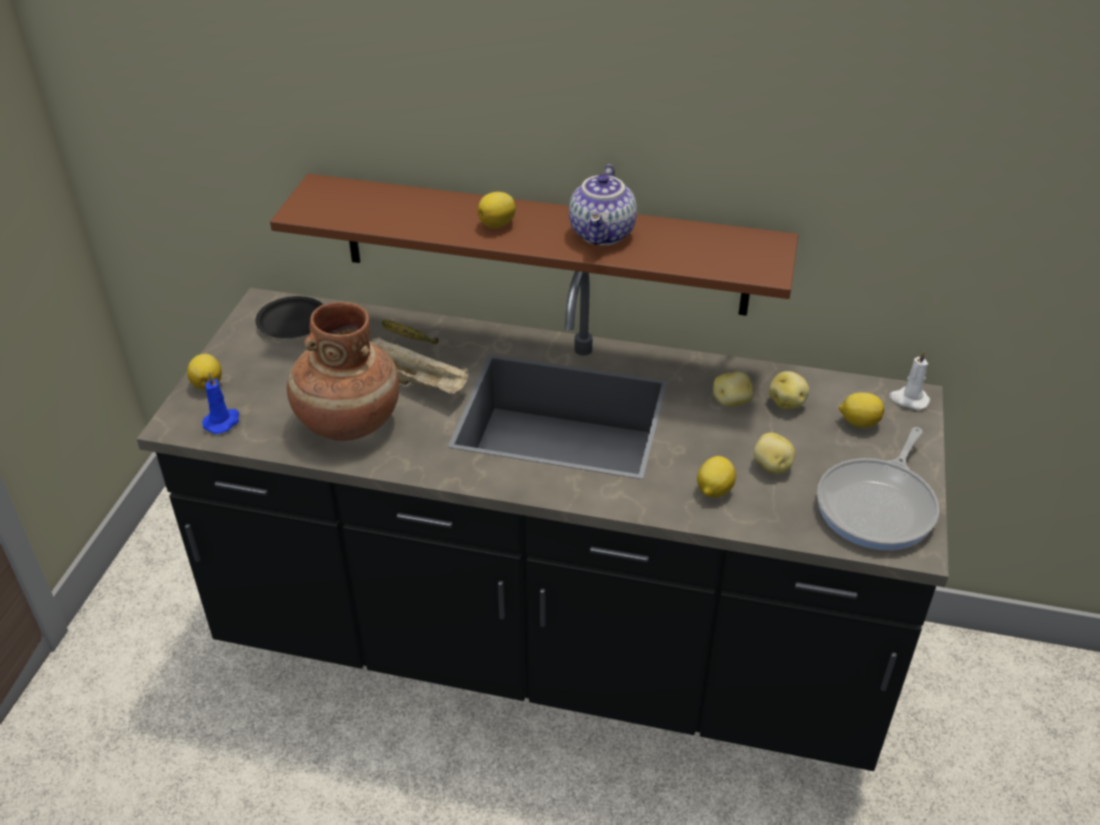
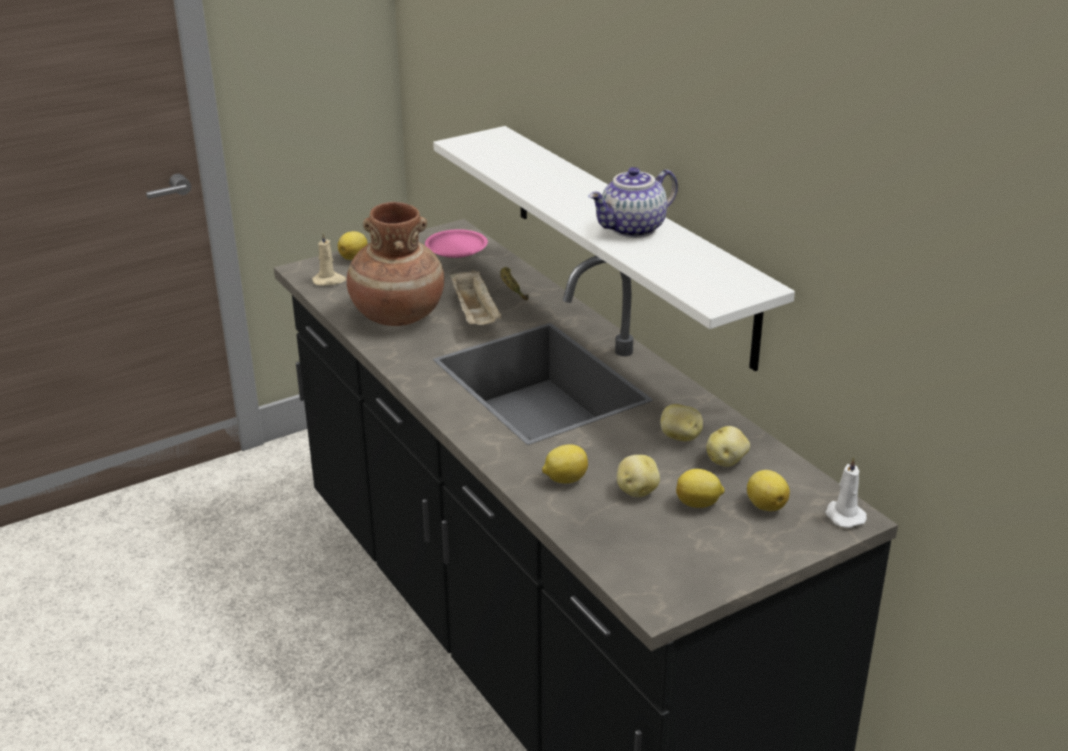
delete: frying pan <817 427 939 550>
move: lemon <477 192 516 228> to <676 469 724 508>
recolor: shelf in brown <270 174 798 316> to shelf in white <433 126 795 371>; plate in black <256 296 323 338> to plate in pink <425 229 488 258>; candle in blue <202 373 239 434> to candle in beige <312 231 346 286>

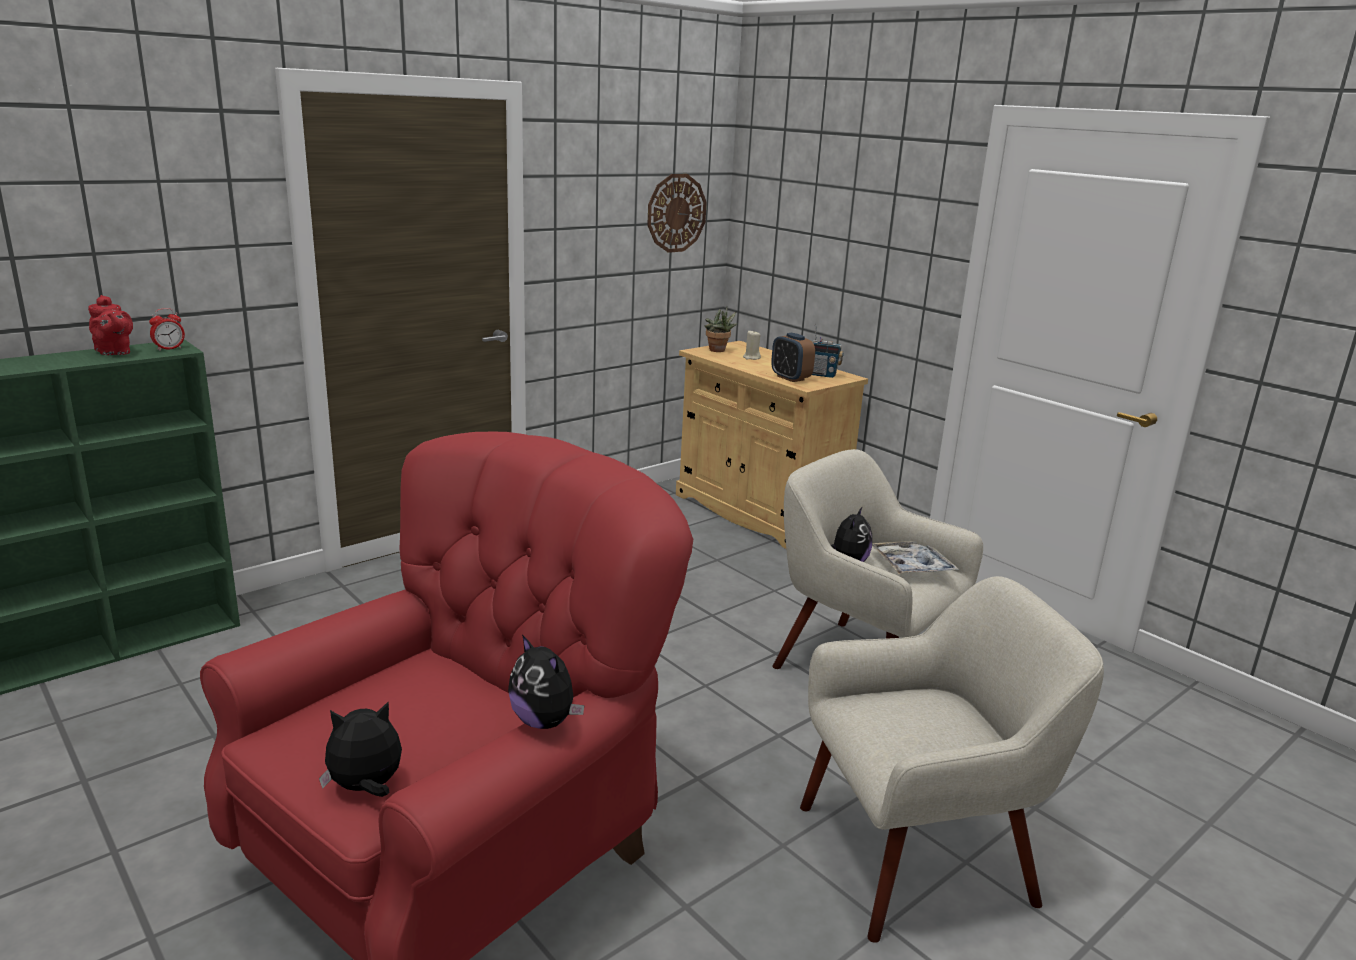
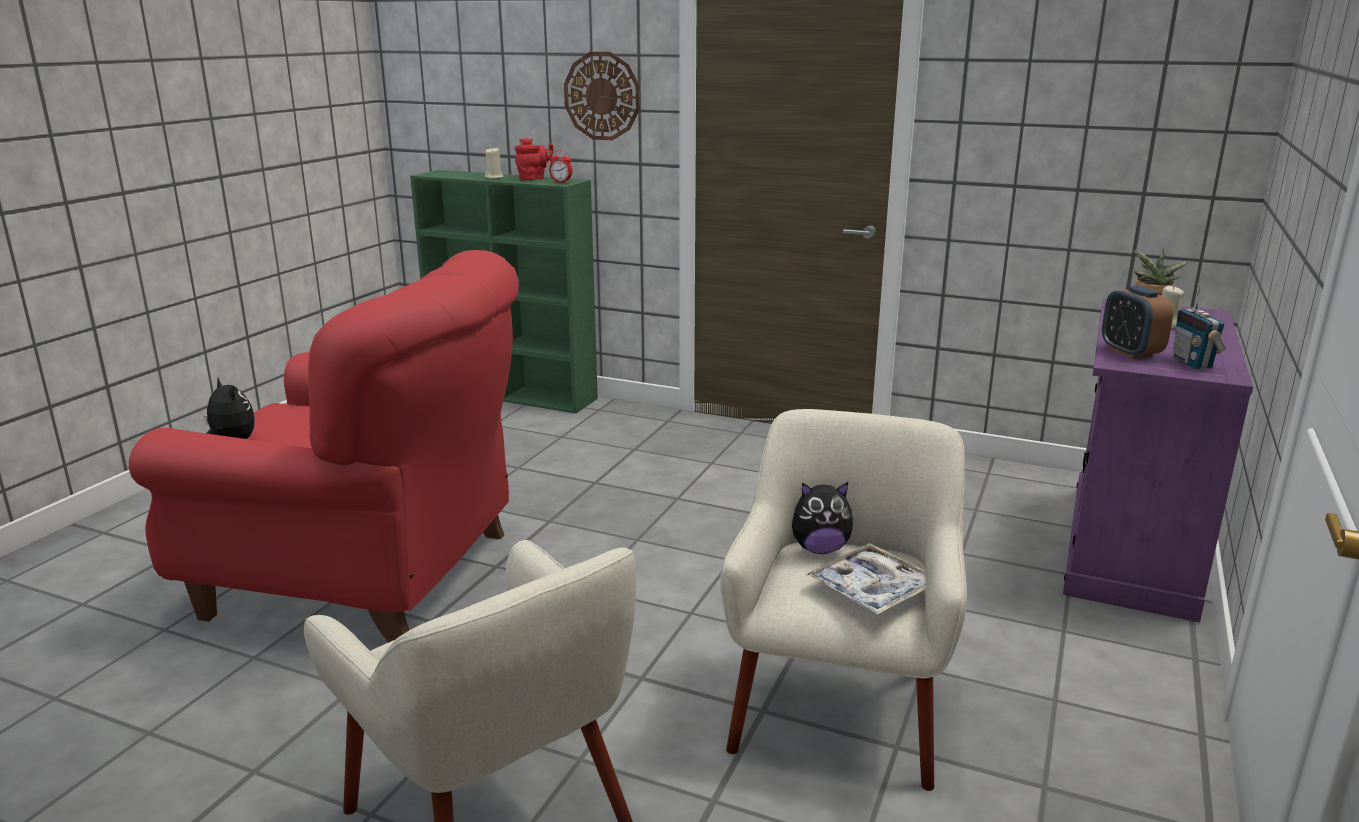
delete: plush toy <508 635 584 729>
insert: candle in beige <485 148 504 179>
move: wall clock <647 174 707 253> to <564 52 640 140>
recolor: cabinet in beige <676 341 868 549> to cabinet in purple <1063 299 1253 622>
rotate: teapot in red <88 295 133 355> = <515 137 554 180> 150 degrees counterclockwise; alarm clock <771 333 815 382> = <1102 285 1173 359> 45 degrees counterclockwise

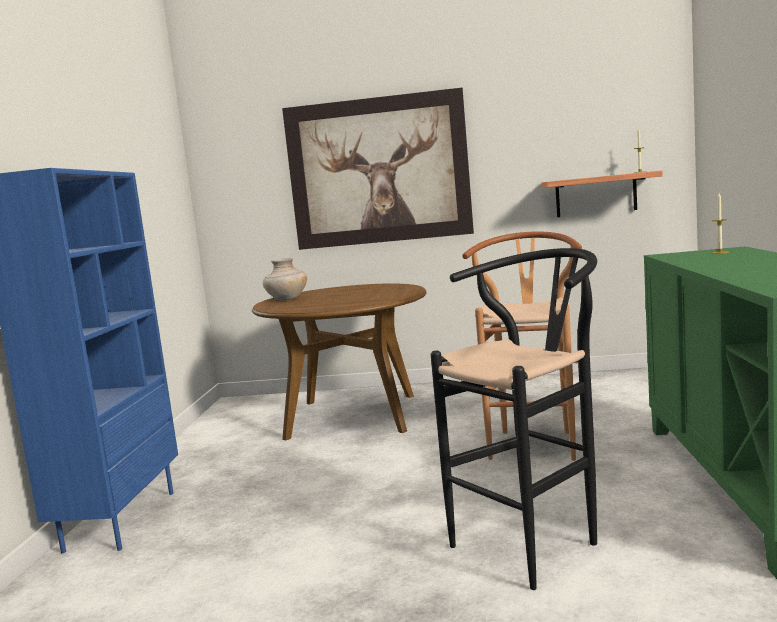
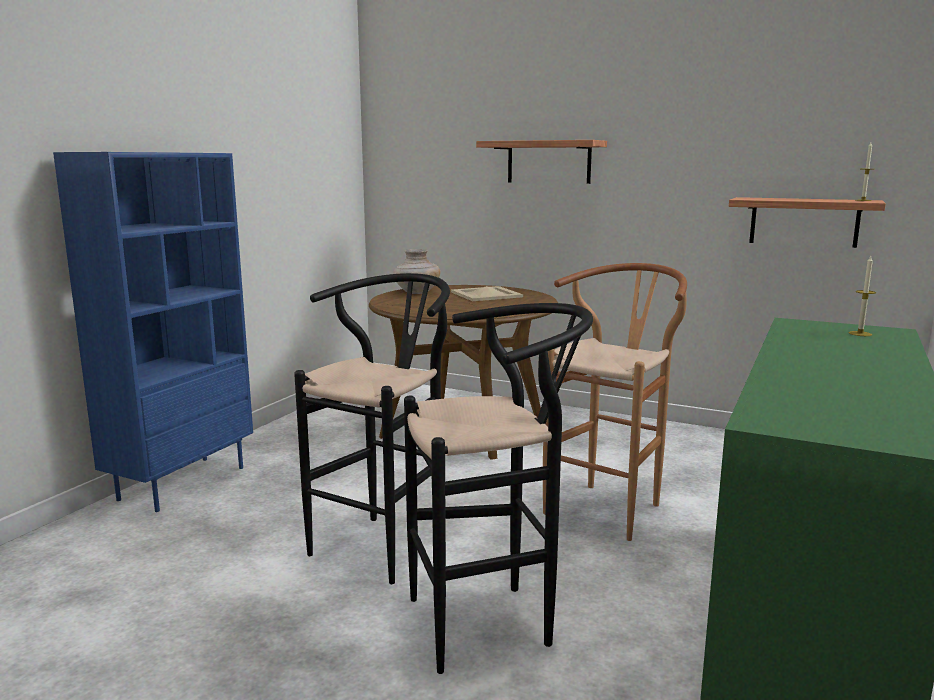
insert: stool in black <294 273 450 584>; tray in beige <451 286 523 301>
replace: picture <282 88 474 250> to shelf <476 140 607 184>

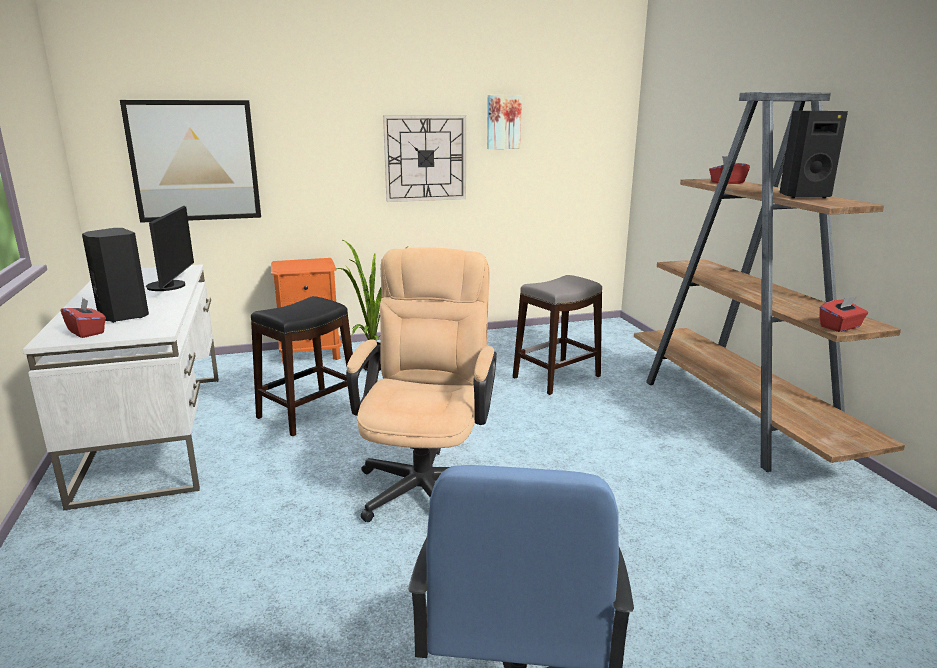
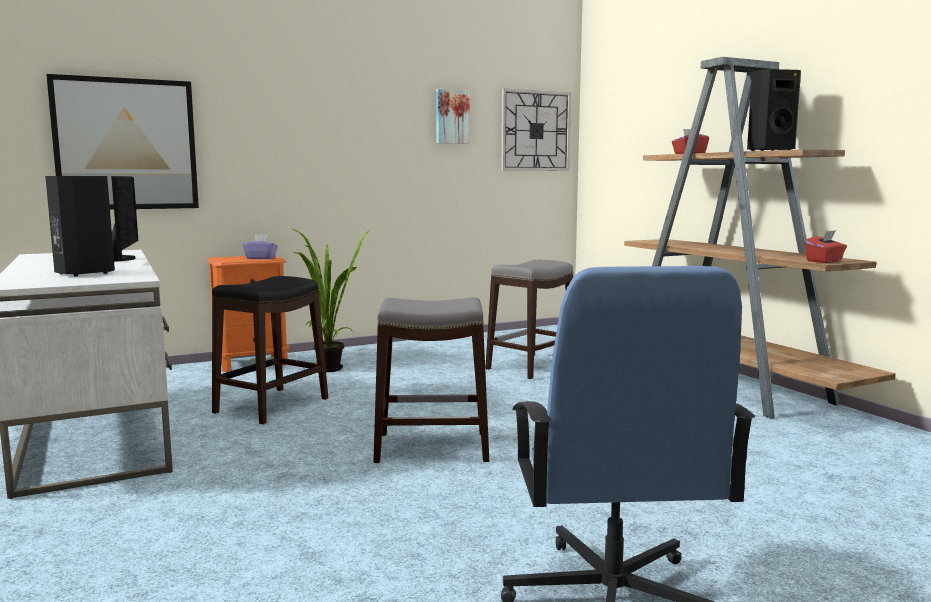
delete: tissue box in red <61 298 106 338>
insert: tissue box in purple <242 235 278 259>
move: wall clock <383 115 466 202> to <501 88 571 171>
replace: office chair in beige <346 247 497 522> to stool in grey <373 297 489 463>

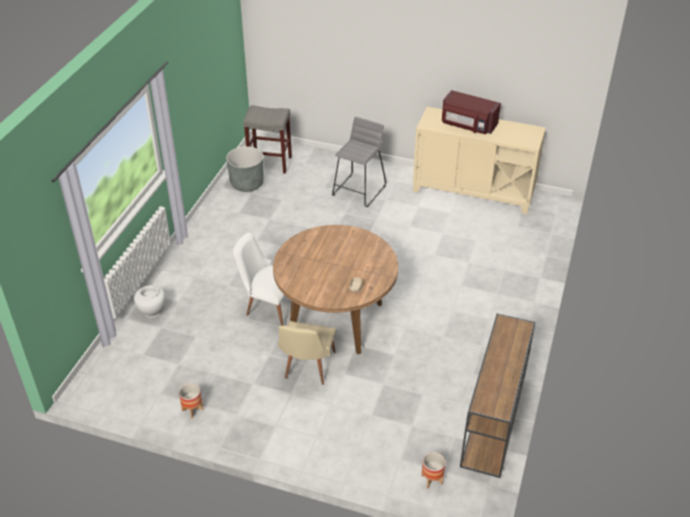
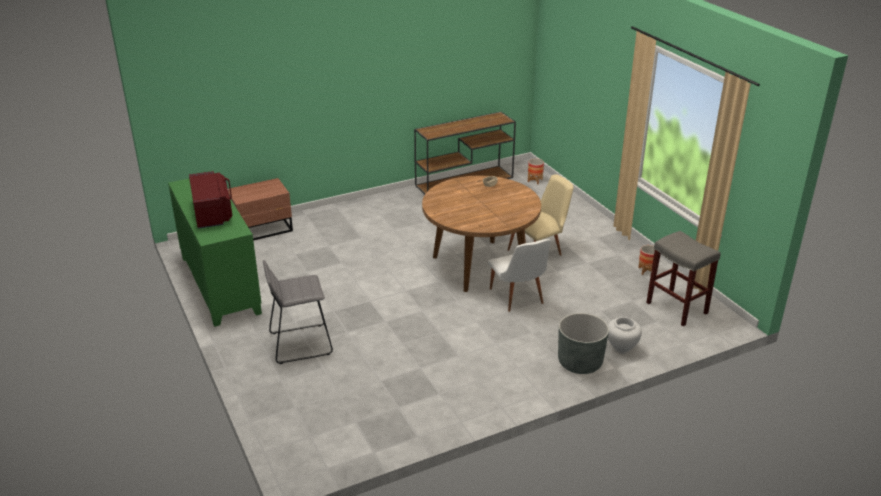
insert: nightstand in brown <228 178 293 241>
move: stool in grey <243 105 292 174> to <646 231 720 326>; planter in grey <226 146 264 192> to <558 313 609 374>
recolor: cabinet in beige <413 107 546 214> to cabinet in green <168 179 262 327>

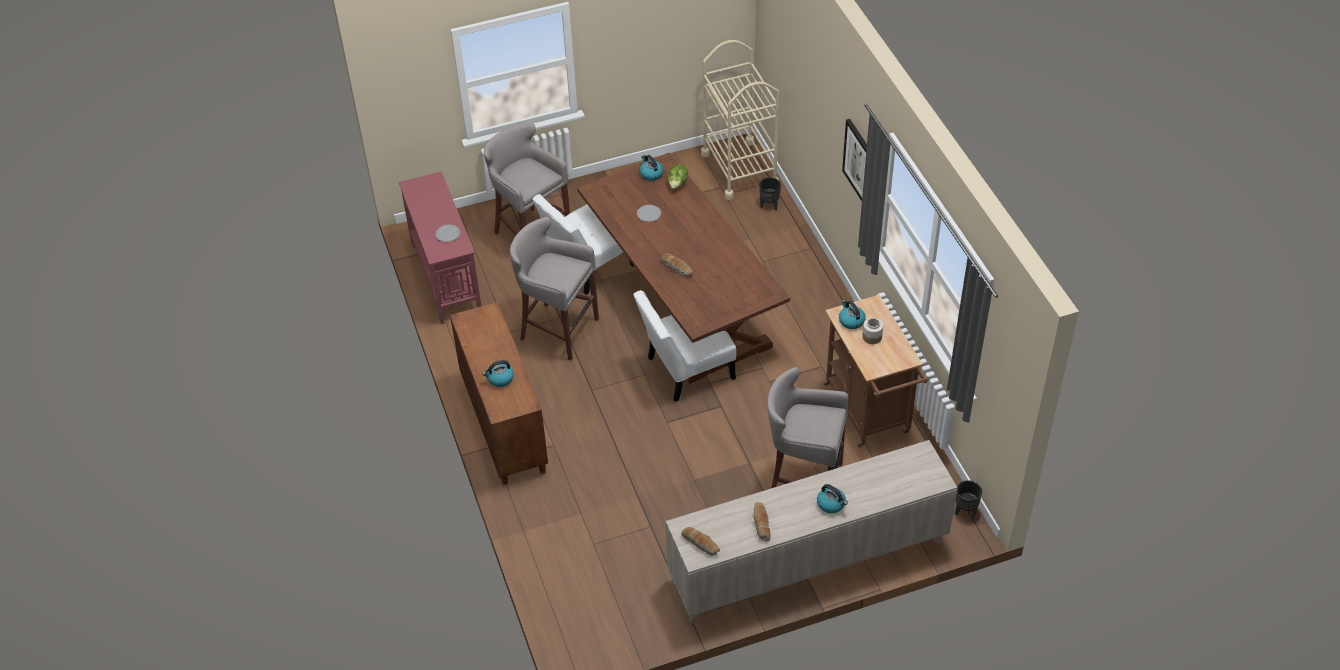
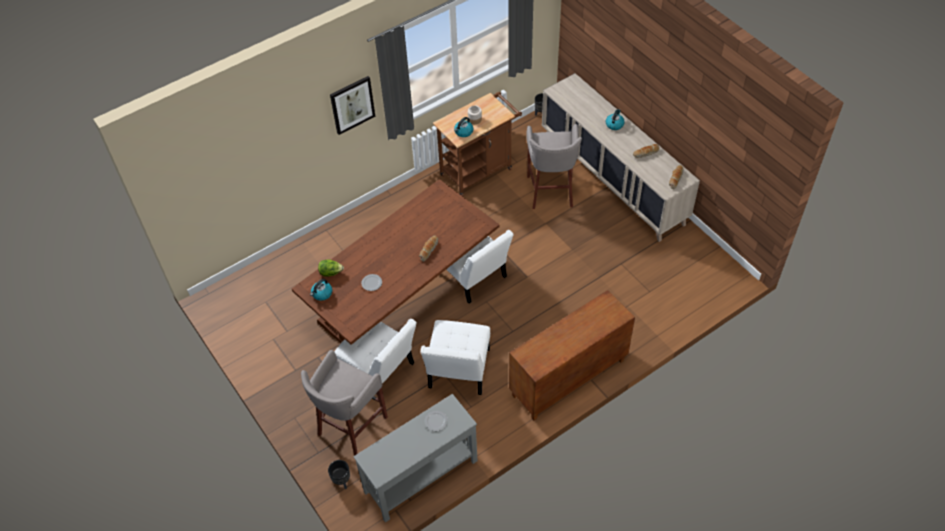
delete: cart in beige <701 40 780 200>; kettle <482 360 514 387>
move: planter in black <759 177 781 211> to <328 460 350 489>
replace: stool in grey <510 217 599 360> to chair in white <421 320 490 395>
recolor: console table in red <399 171 481 324> to console table in grey <353 394 478 523>

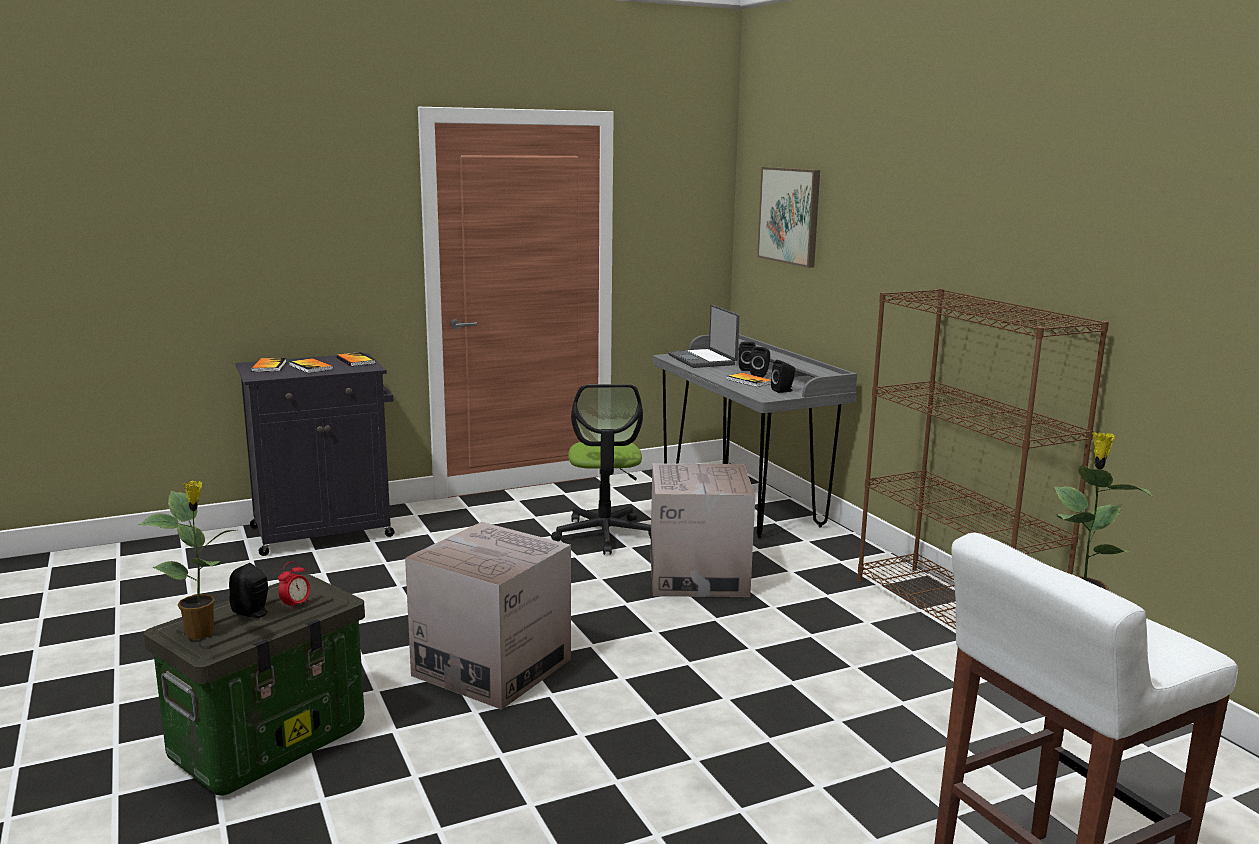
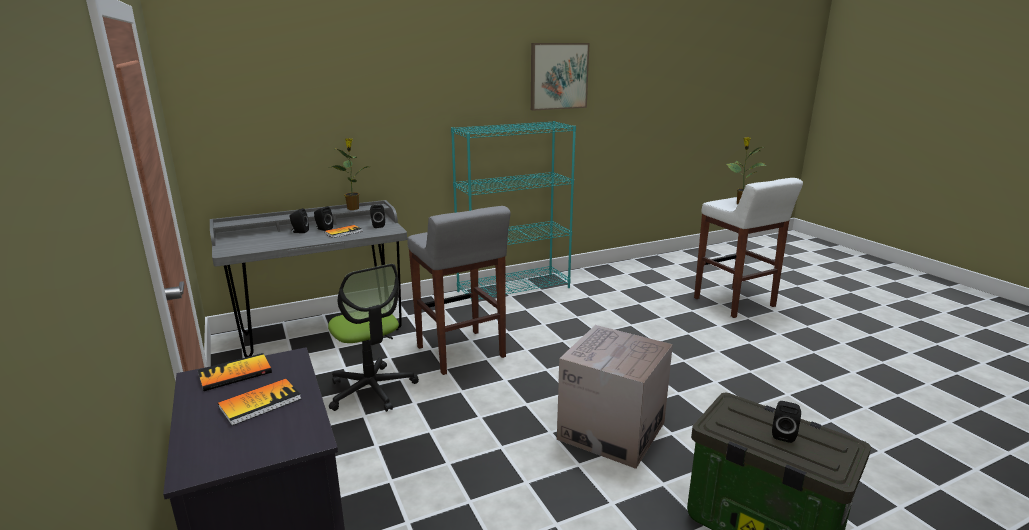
delete: laptop <668 305 740 368>; book <251 358 286 372>; alarm clock <278 562 310 611>
move: picture <757 167 820 268> to <531 43 590 111>; potted plant <139 481 236 640> to <328 138 368 210>
replace: cardboard box <650 463 755 597> to stool in grey <407 206 511 375>
recolor: bookcase in brown <858 289 1109 629> to bookcase in turquoise <451 121 576 301>
rotate: office chair <551 384 651 555> = <328 264 419 412> 60 degrees clockwise

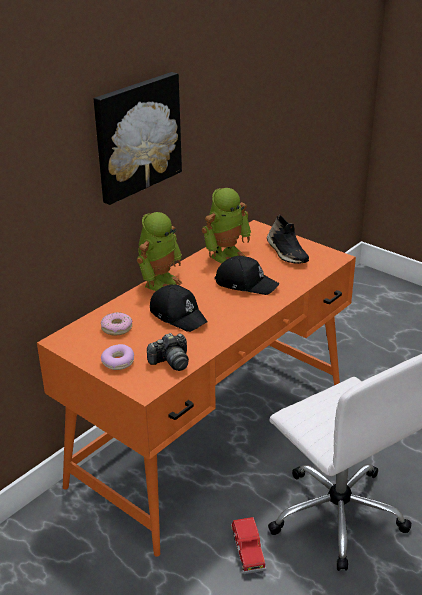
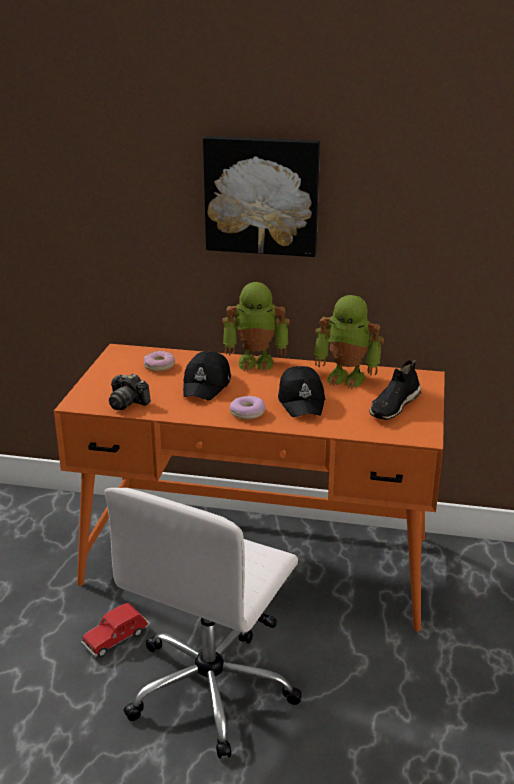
move: donut <101 344 134 370> to <230 396 265 419>

